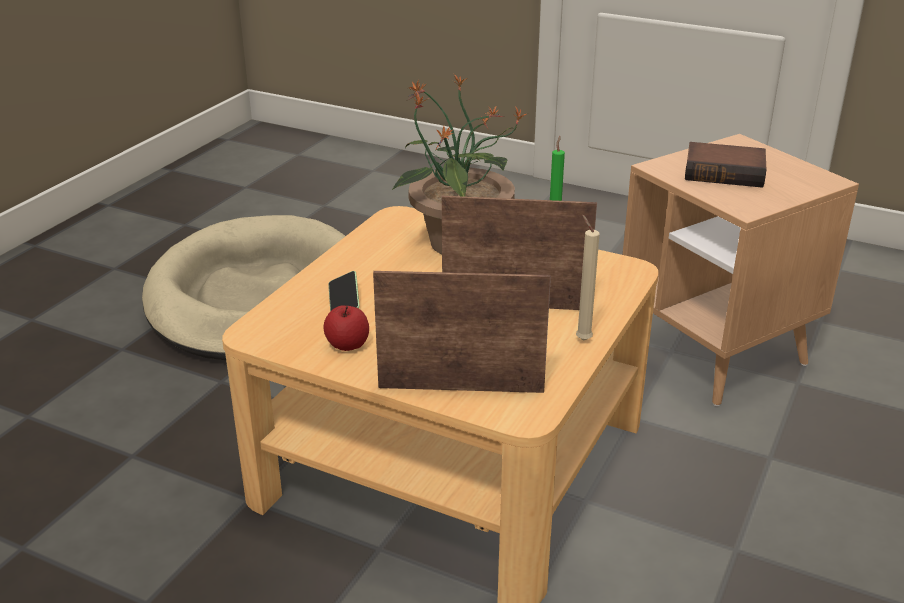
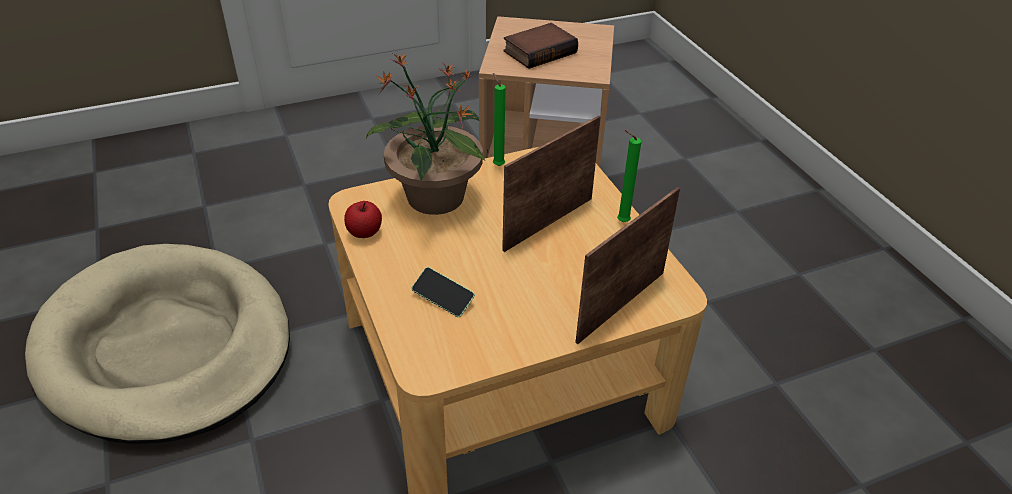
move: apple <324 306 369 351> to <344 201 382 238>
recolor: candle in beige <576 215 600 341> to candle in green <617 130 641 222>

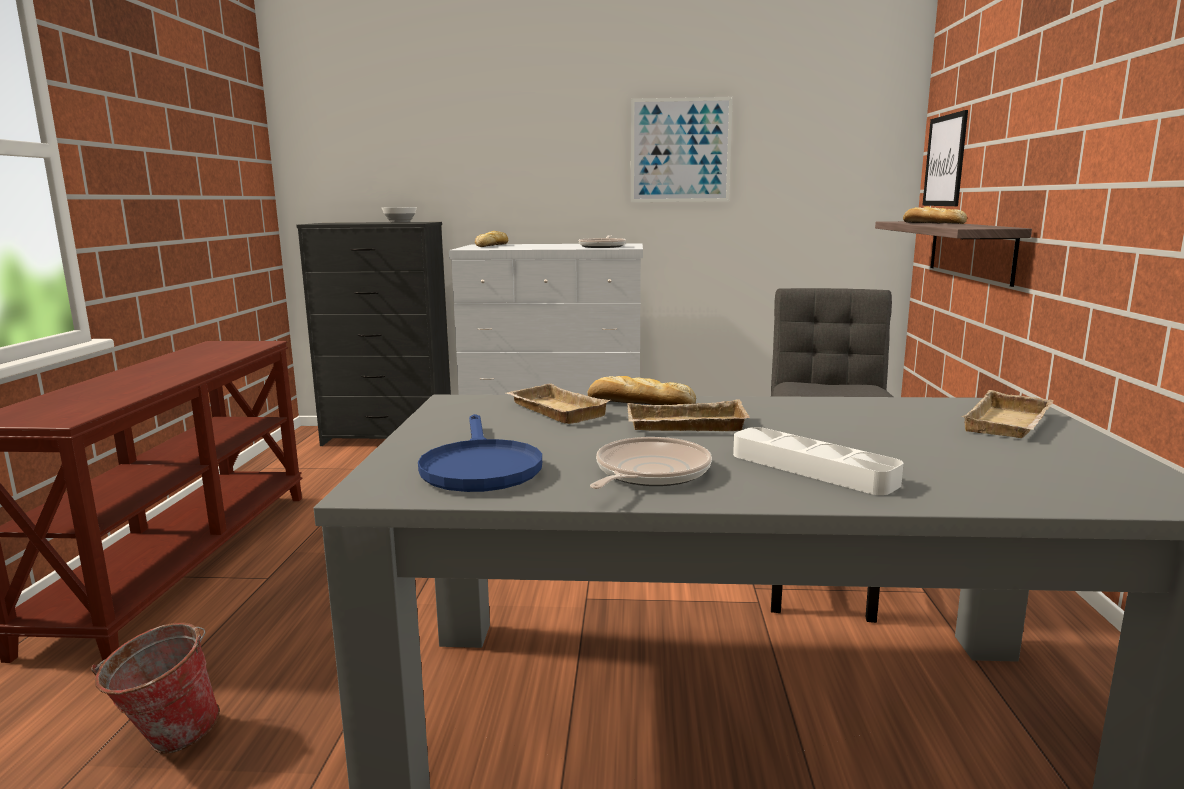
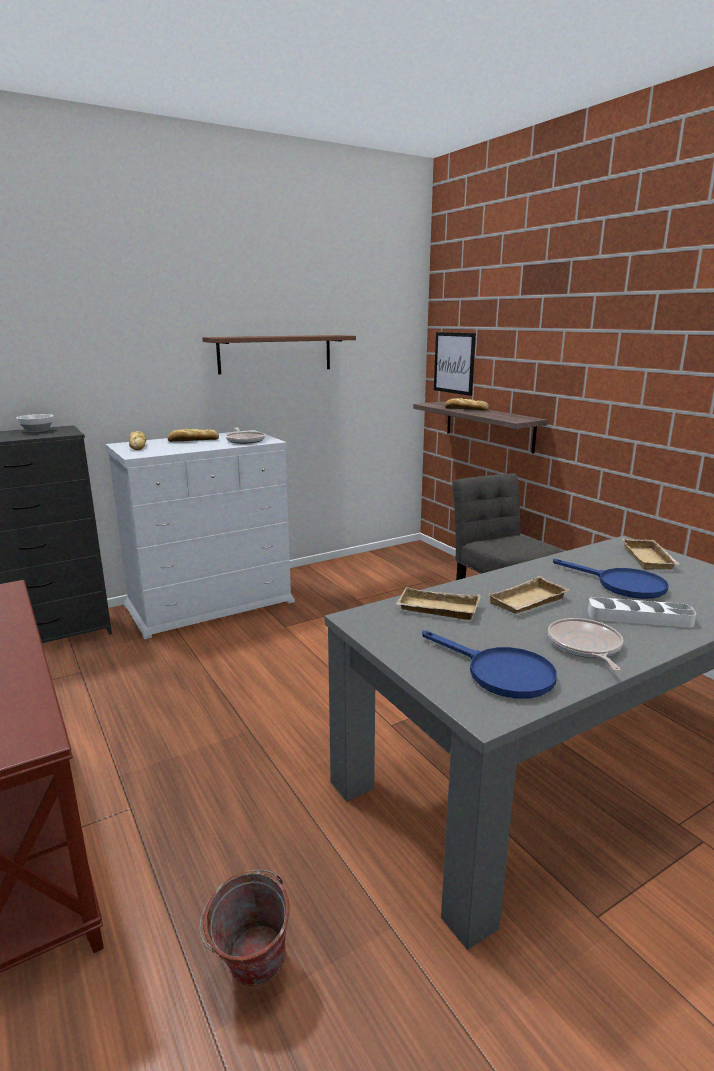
insert: frying pan in blue <553 559 669 599>
move: bread <588 376 696 405> to <168 429 219 442>
replace: picture <631 97 733 202> to shelf in brown <202 335 356 374>

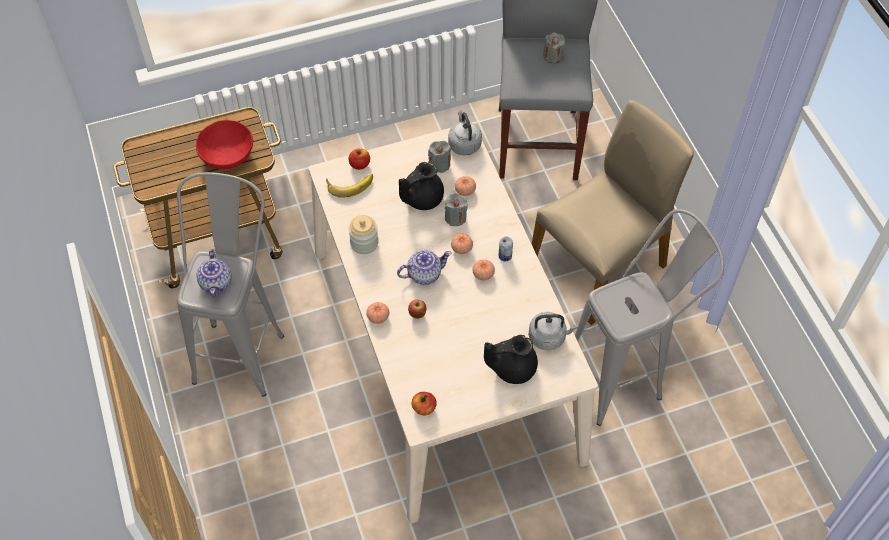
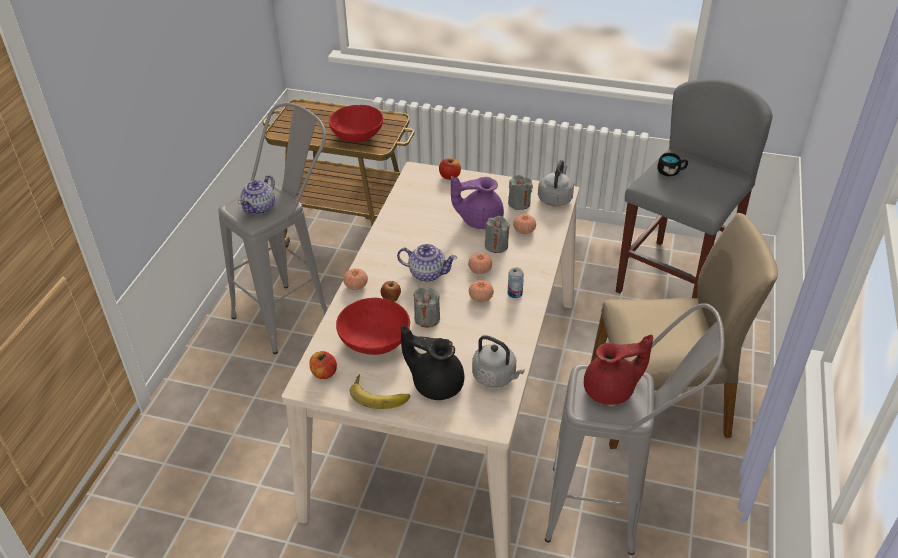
delete: jar <348 215 379 254>
insert: mug in black <657 153 688 176>; bowl in red <336 298 410 355>; teapot in red <584 334 653 405>
move: candle in grey <543 32 566 63> to <413 287 440 328>; banana <326 174 373 198> to <350 374 410 409>
recolor: teapot in black <399 162 444 210> to teapot in purple <451 176 504 229>

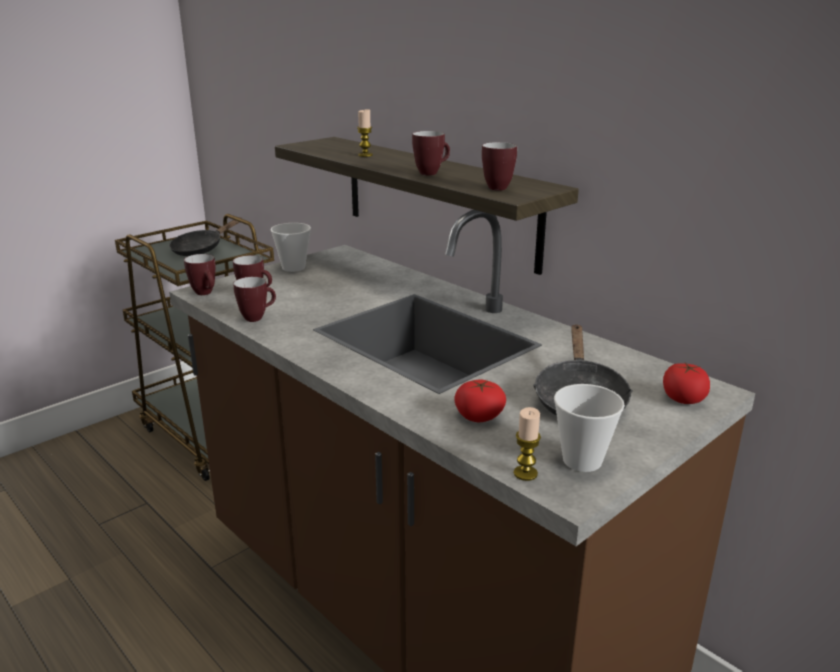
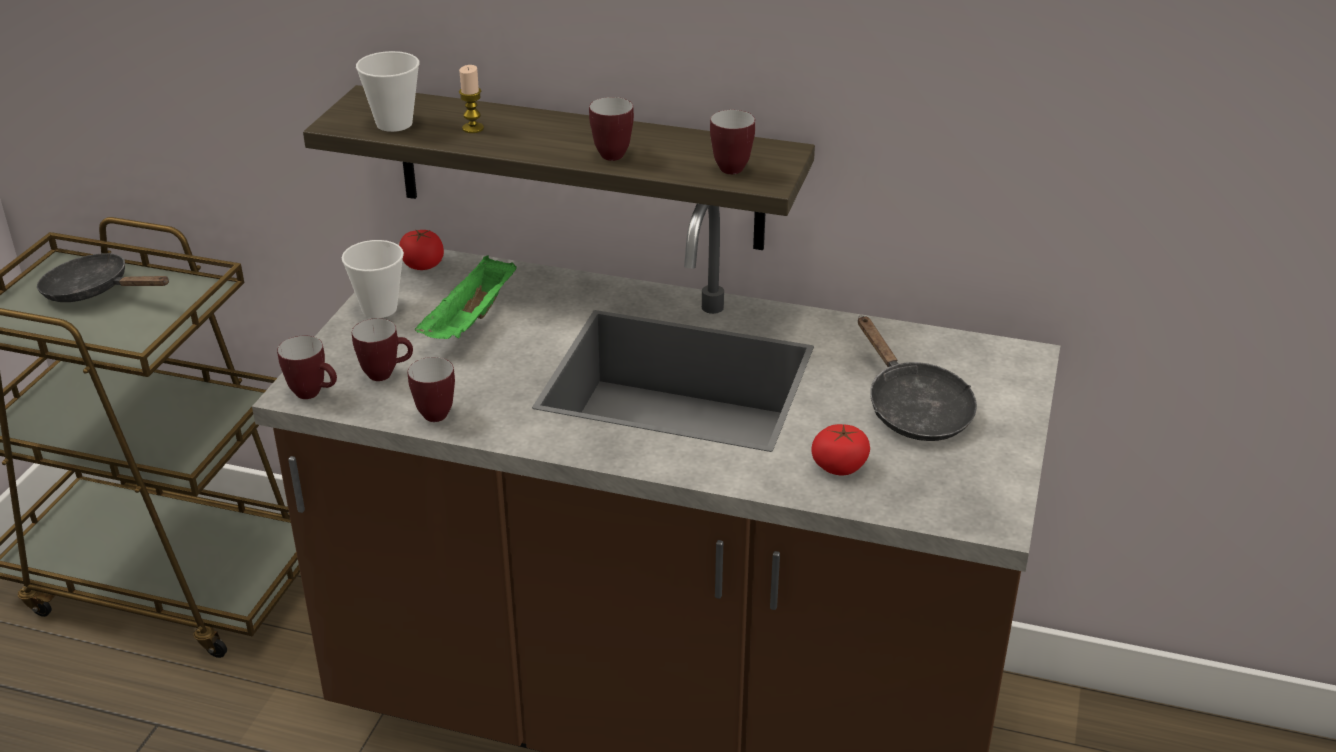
delete: candle <514 407 541 481>
insert: tray in green <415 256 517 339>
move: tomato <663 363 710 404> to <399 229 444 270>; cup <554 384 625 472> to <356 51 419 132>
rotate: frying pan in black <169 217 242 256> = <37 253 169 302> 105 degrees clockwise

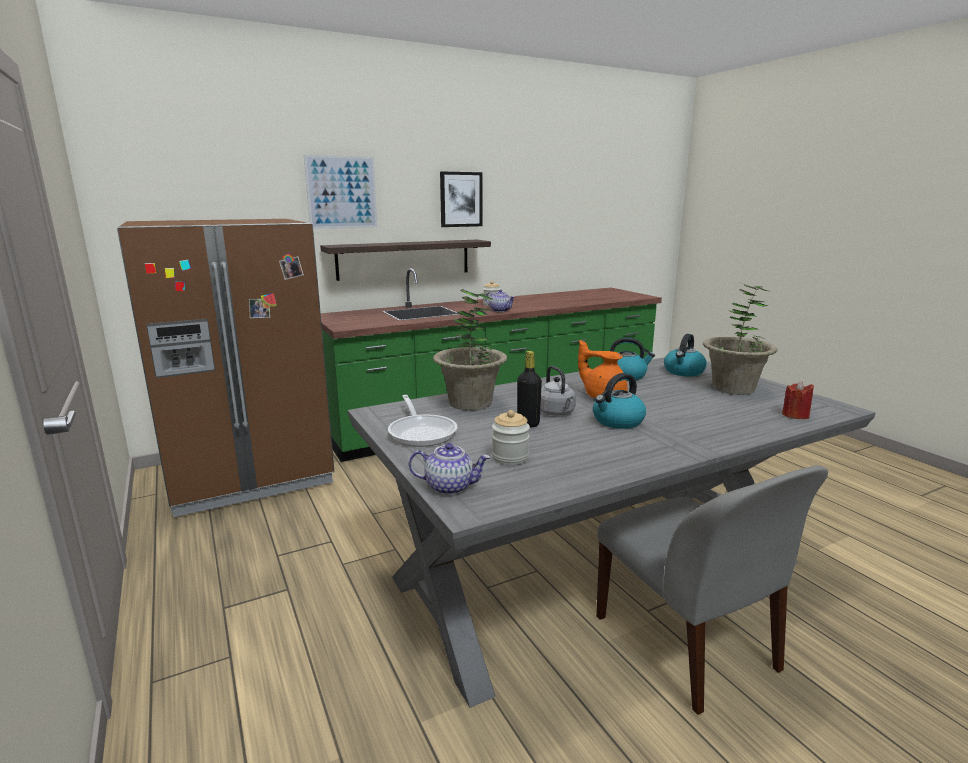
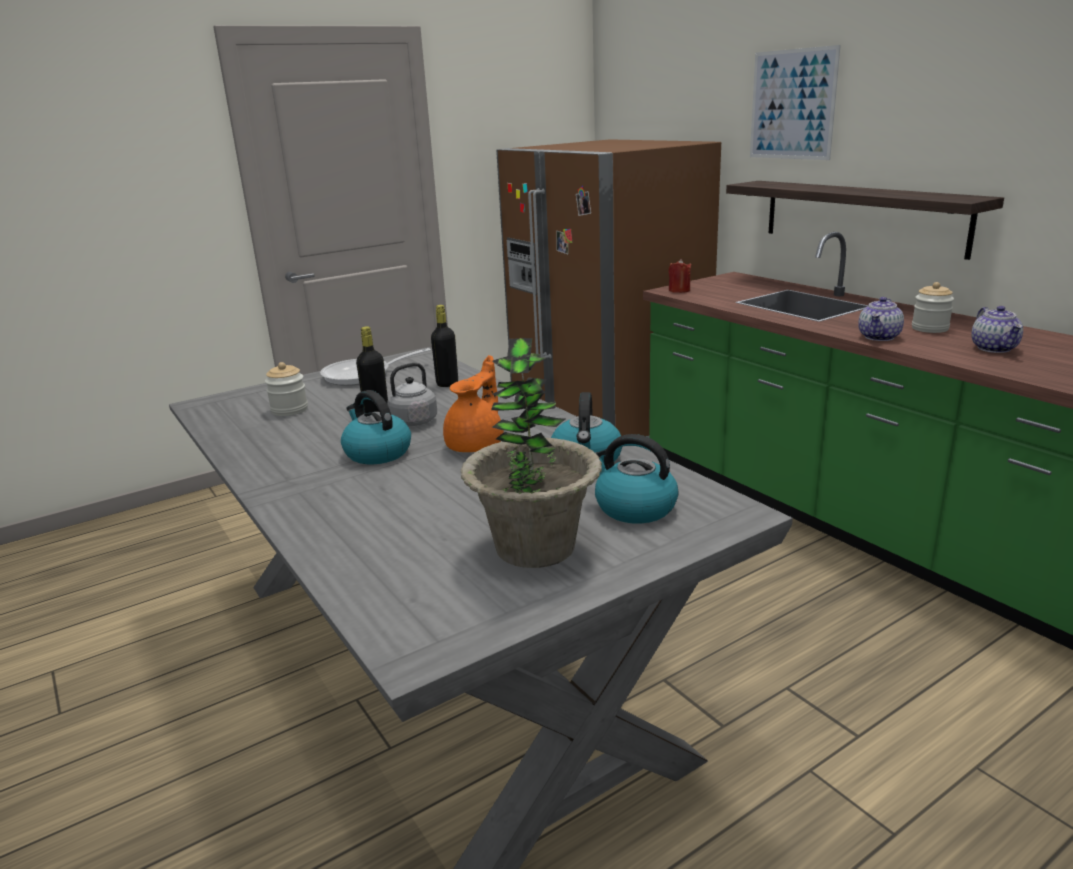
delete: picture <440 171 482 227>; chair in grey <596 466 828 715>
move: candle in red <782 381 814 419> to <669 259 692 293>; teapot <409 443 490 495> to <972 306 1023 353>
replace: potted plant <433 289 507 410> to bottle in black <431 305 458 387>

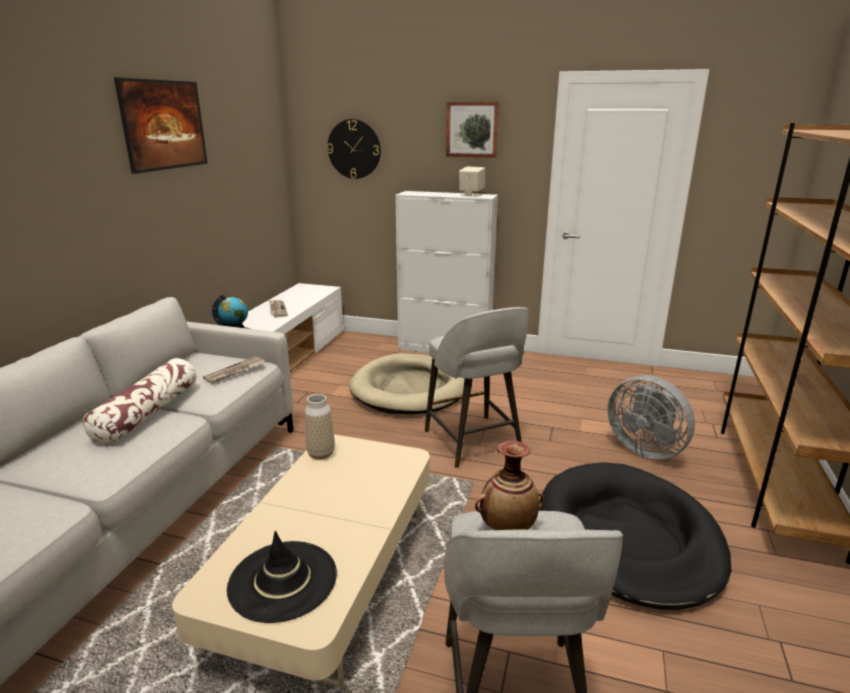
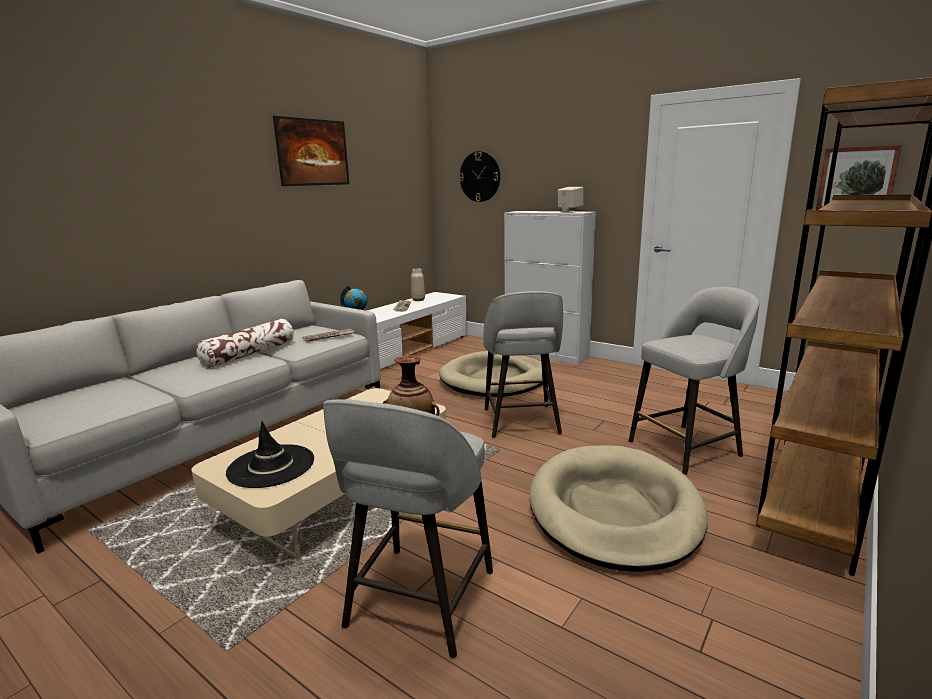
move: picture <446 102 499 158> to <816 145 902 210>; vase <305 394 335 460> to <411 269 425 301>
replace: fan in grey <607 375 695 460> to stool in grey <629 287 760 475>
recolor: dog bed in black <539 462 731 610> to dog bed in beige <530 445 708 572>

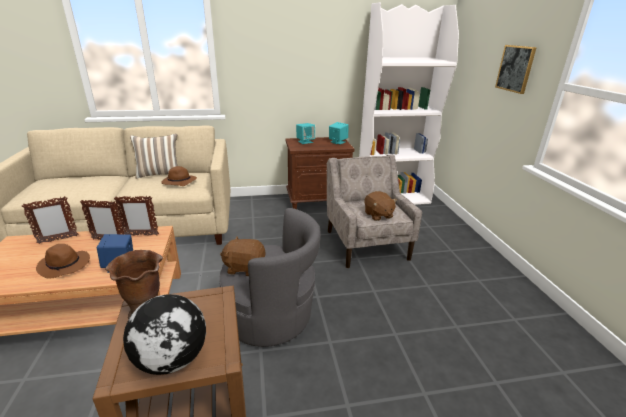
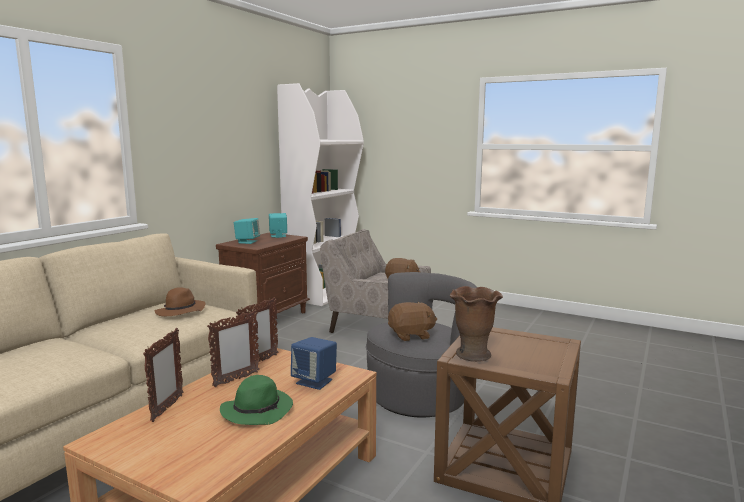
delete: picture <495 45 537 94>; pillow <130 134 178 179>; globe <123 294 206 375>
recolor: hat in brown <36 244 90 279> to hat in green <220 375 293 425>
rotate: plush toy in brown <220 236 265 276> = <388 302 437 341> 150 degrees counterclockwise

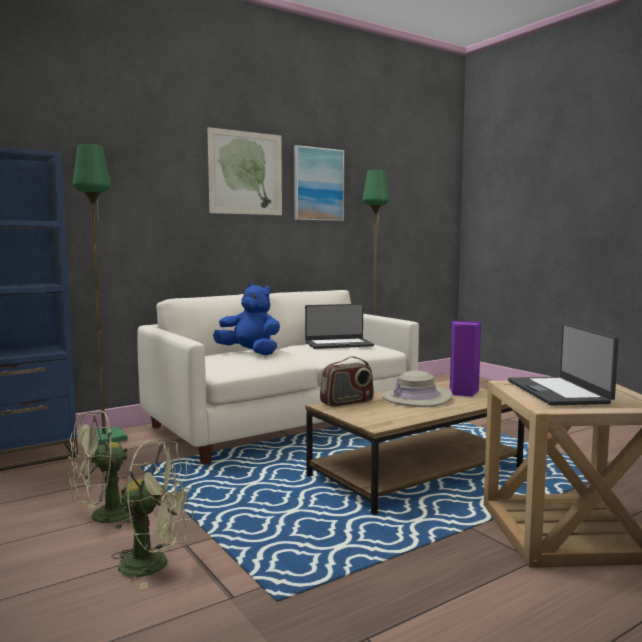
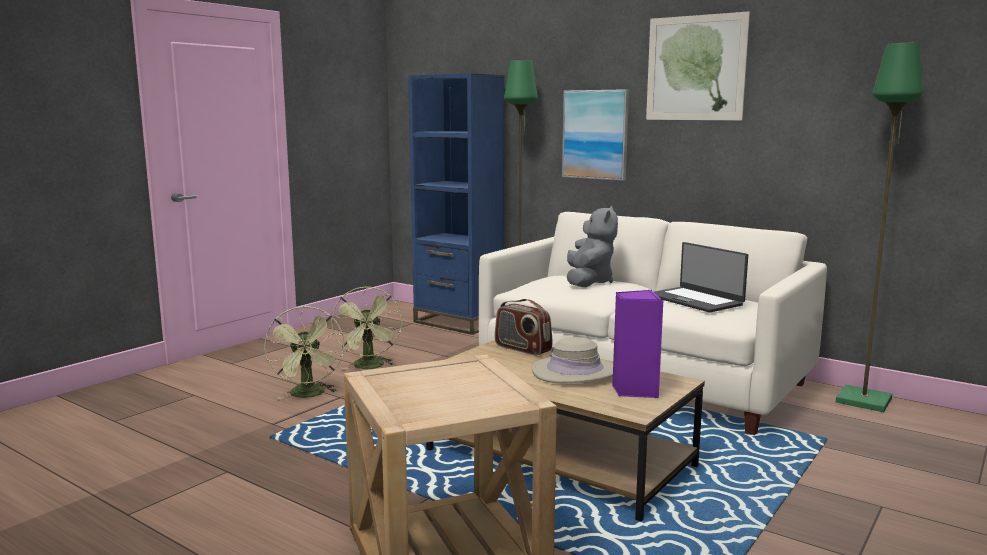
delete: laptop <508 323 619 405>
move: picture <294 145 344 221> to <562 89 629 181>
recolor: plush toy in blue <213 284 280 355> to plush toy in grey <566 206 618 287>
rotate: fan in green <68 411 134 529> = <331 287 402 370> 135 degrees counterclockwise

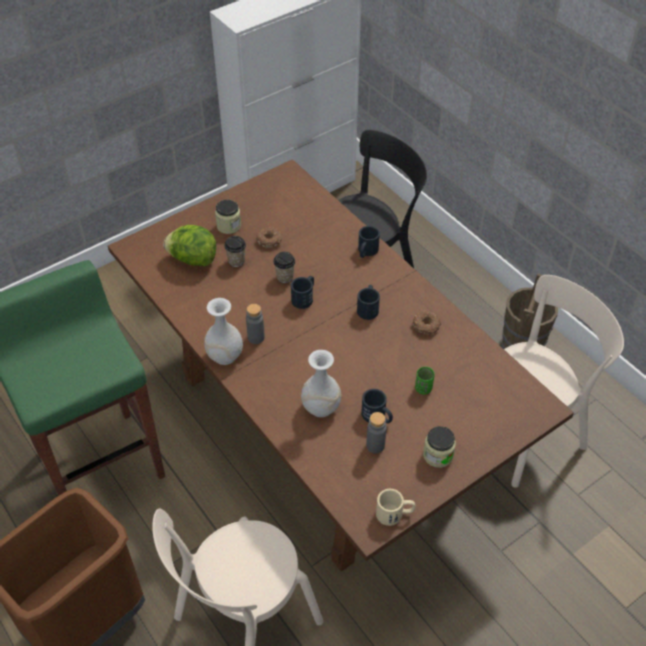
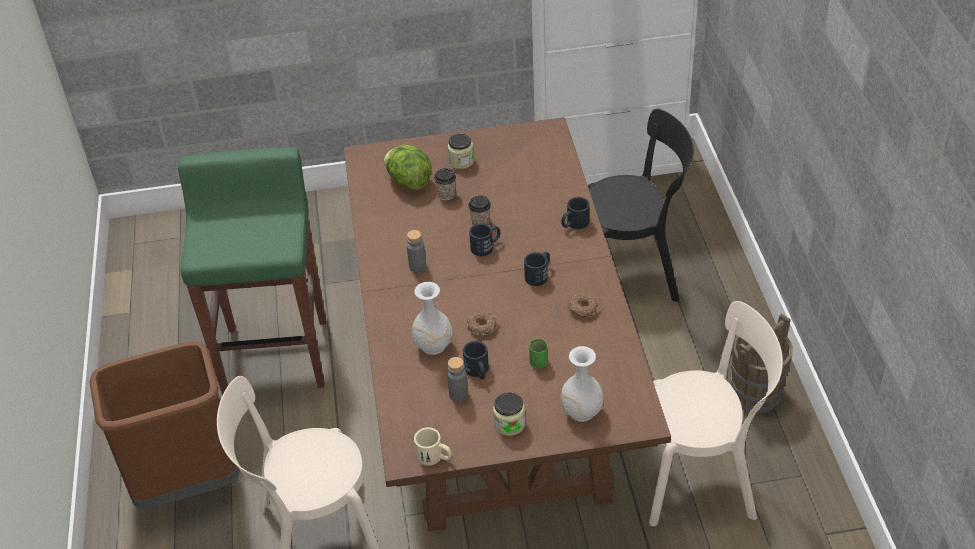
move: donut <256 228 282 248> to <467 311 497 336>; vase in white <204 298 243 365> to <561 346 604 422>

